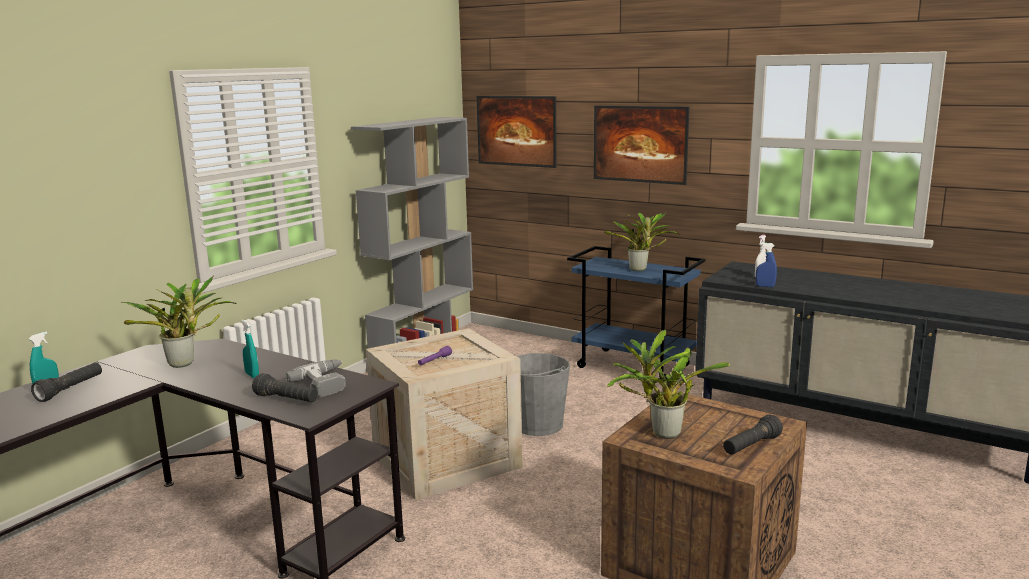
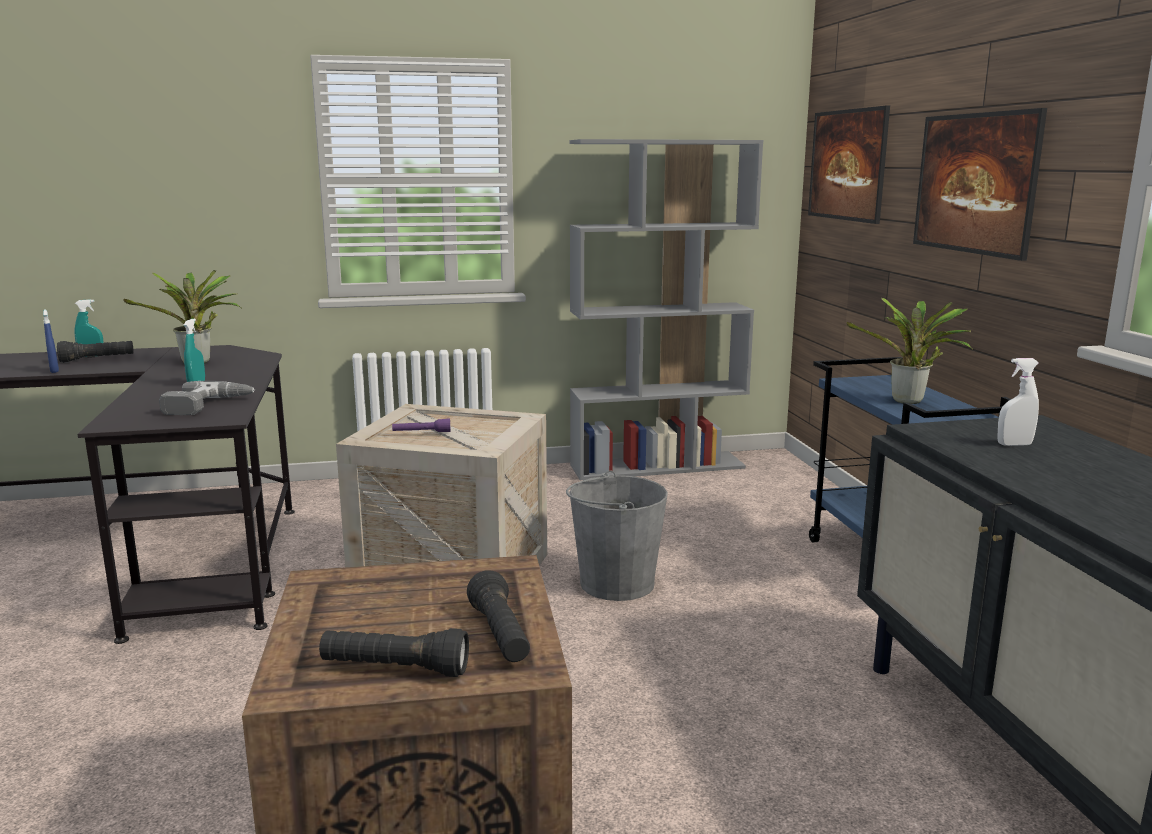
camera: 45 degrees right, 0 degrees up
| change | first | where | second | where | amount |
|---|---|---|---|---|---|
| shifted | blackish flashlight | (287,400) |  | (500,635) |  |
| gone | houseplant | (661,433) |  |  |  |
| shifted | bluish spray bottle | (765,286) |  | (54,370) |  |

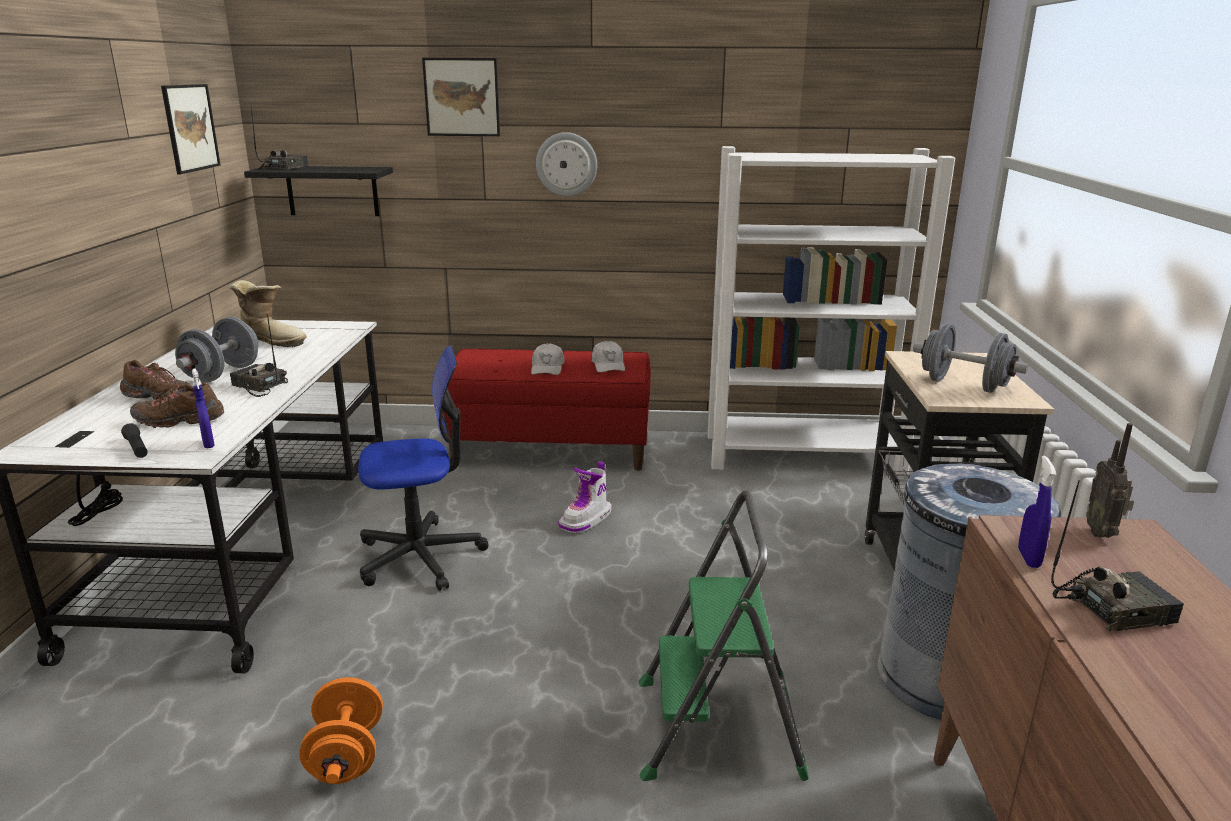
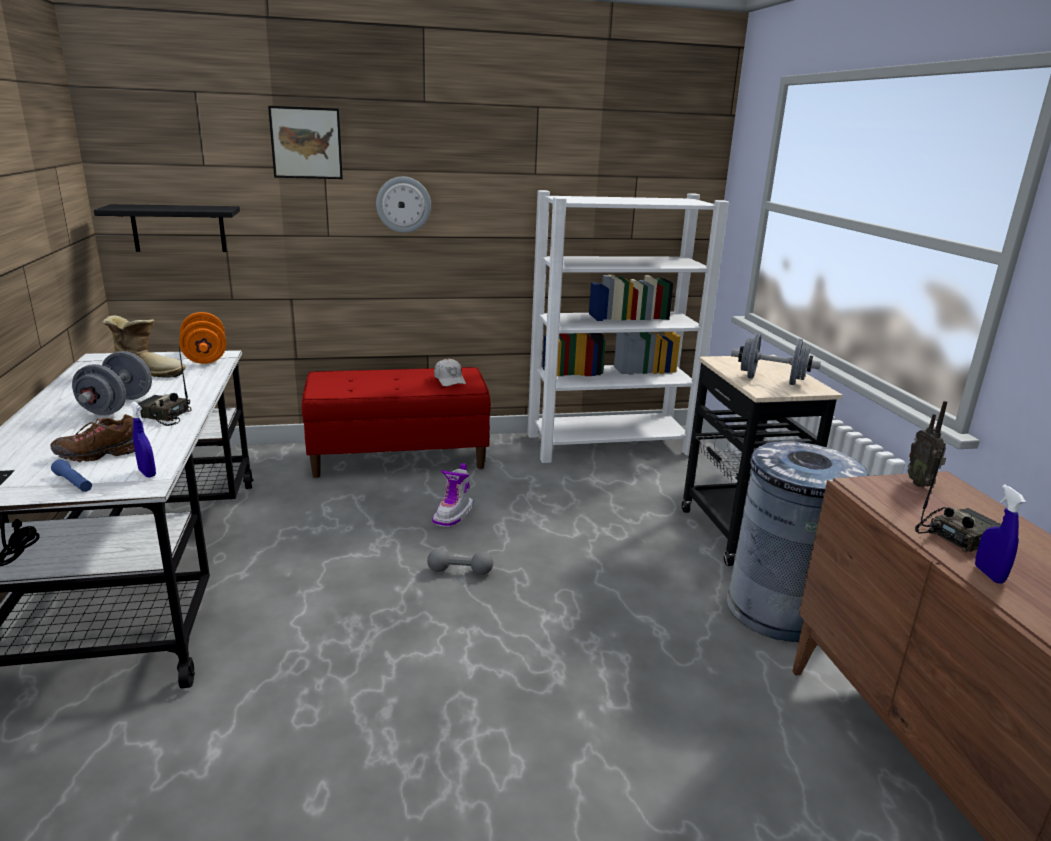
camera: 15 degrees left, 0 degrees up
| change | first | where | second | where | amount |
|---|---|---|---|---|---|
| gone | brown item of footwear | (159,397) |  |  |  |
| repainted | blackish flashlight | (137,448) | bluish flashlight | (73,483) |  |
| gone | wall art | (190,128) |  |  |  |
| gone | radio set | (283,168) |  |  |  |
| shifted | orangey free weight | (346,755) |  | (205,357) |  |
| gone | computer chair | (420,556) |  |  |  |
| gone | whitish peaked cap | (547,368) |  |  |  |
| gone | green stepladder | (726,728) |  |  |  |
| shifted | bluish spray bottle | (1028,558) |  | (988,574) |  |
| new |  |  | gray free weight | (460,571) |  |

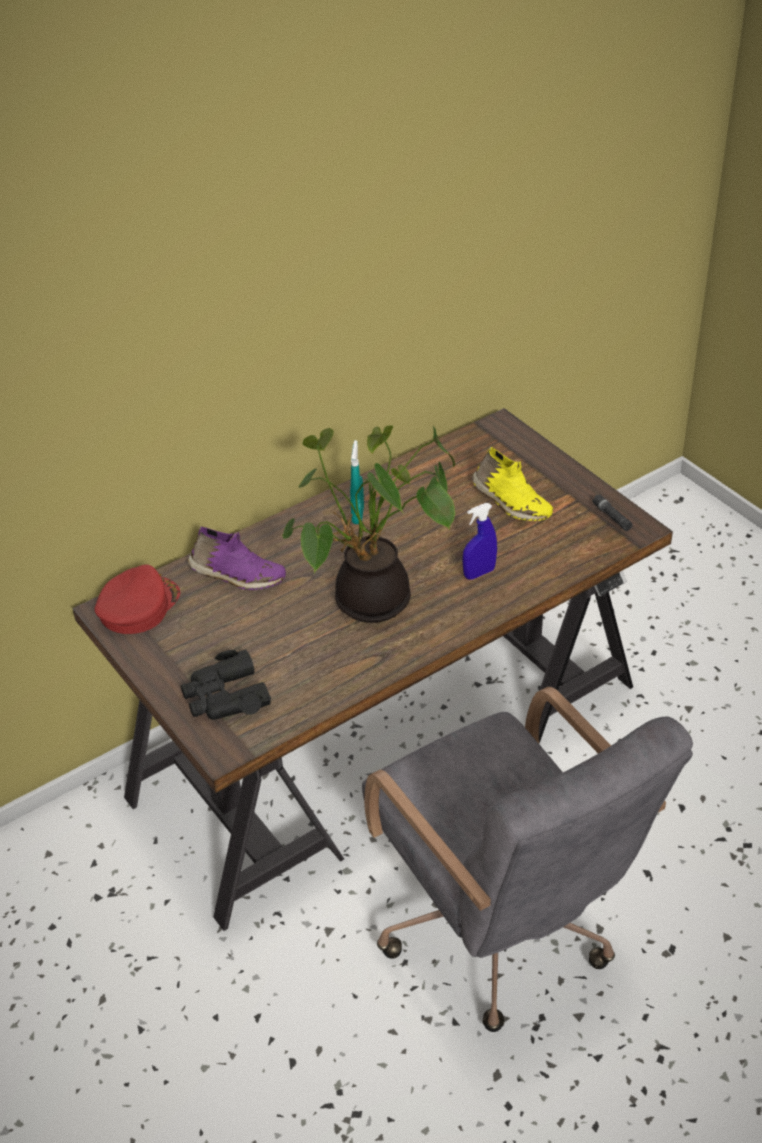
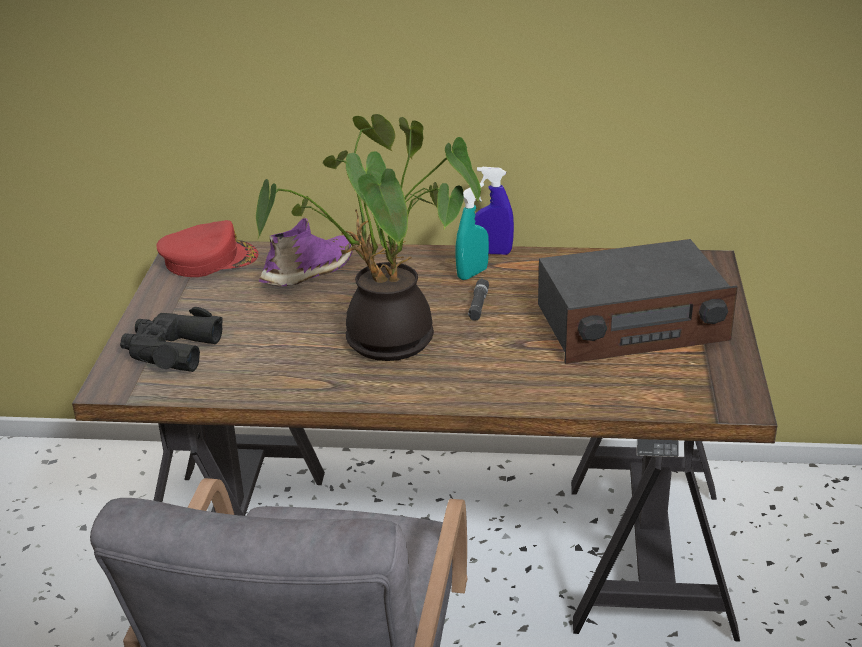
camera: 40 degrees right, 10 degrees down
| change | first | where | second | where | amount |
|---|---|---|---|---|---|
| rotated | purple-coloured item of footwear | (236,575) |  | (310,272) | 105 degrees counterclockwise |
| shifted | bluish spray bottle | (479,573) |  | (492,252) |  |
| swapped | yellow item of footwear | (510,502) | radio set | (631,324) |  |
| shifted | blackish flashlight | (611,516) |  | (478,304) |  |

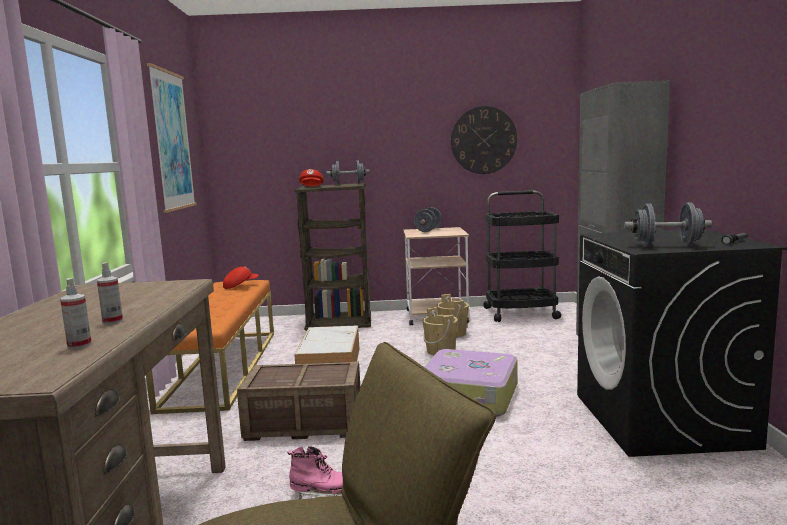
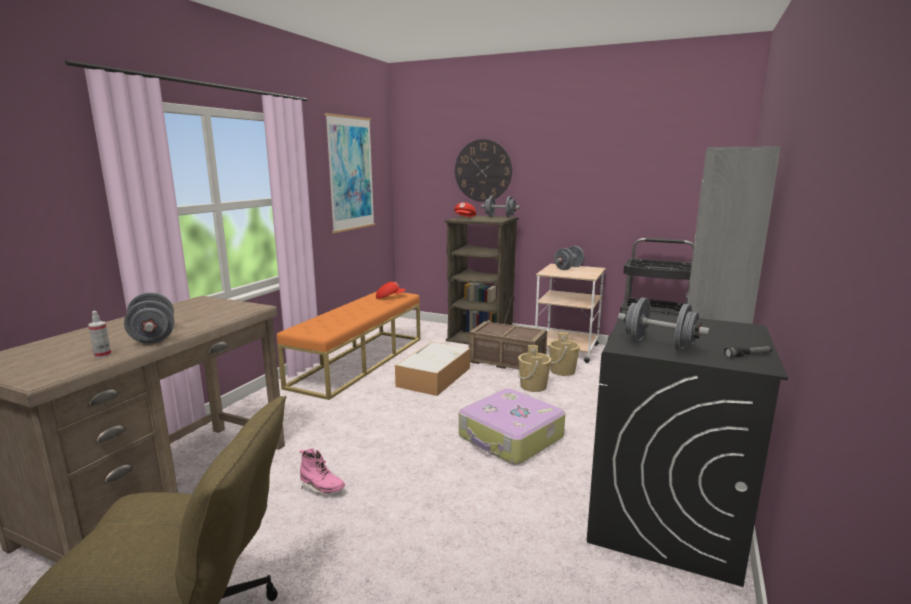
camera: 25 degrees right, 5 degrees up
| change | first | where | second | where | amount |
|---|---|---|---|---|---|
| swapped | spray bottle | (112,321) | gray free weight | (153,337) |  |
| shifted | crate | (305,423) |  | (508,361) |  |
| shifted | clock on the wall | (483,140) |  | (483,170) |  |

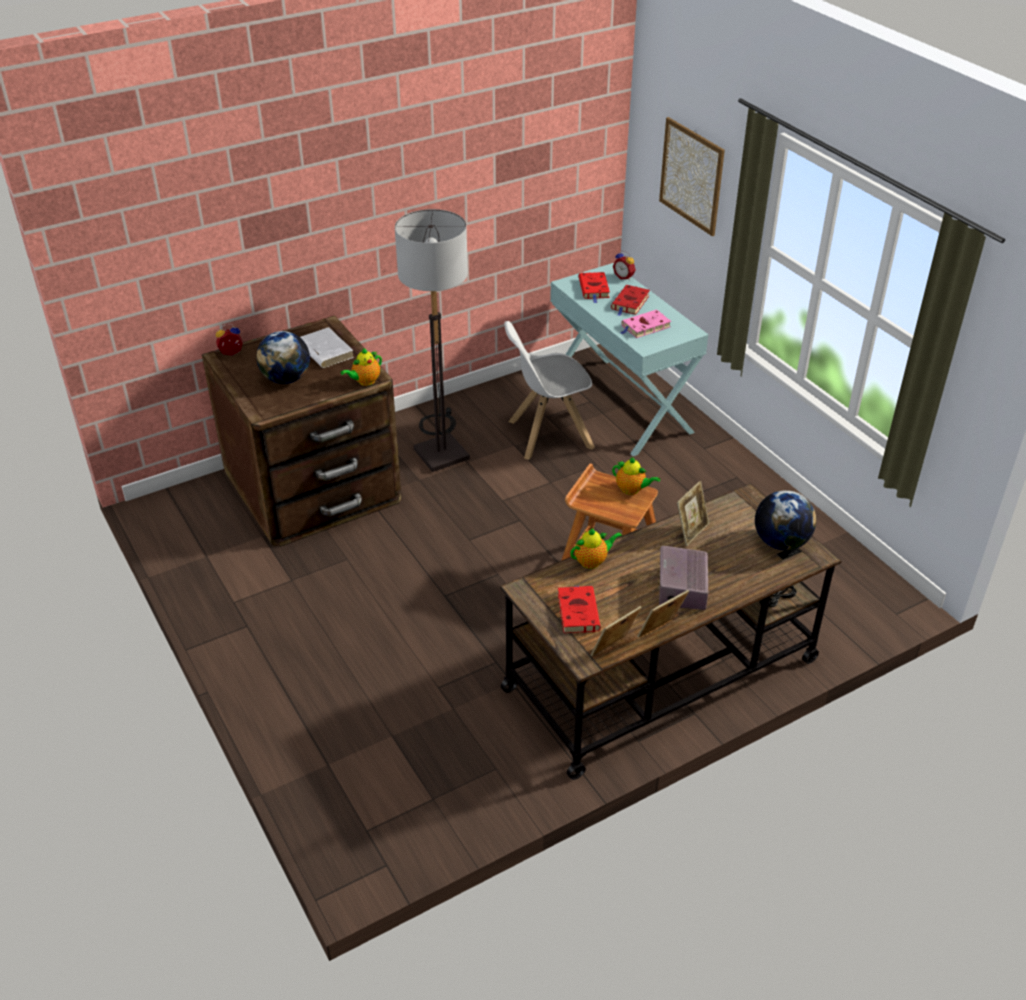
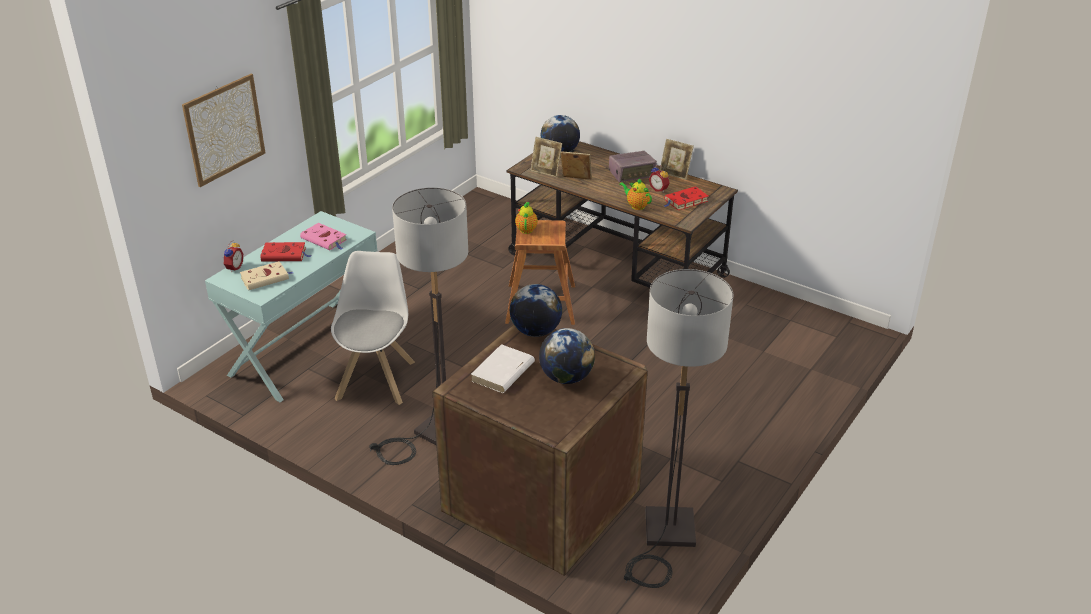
camera: 115 degrees left, 5 degrees down
| change | first | where | second | where | amount |
|---|---|---|---|---|---|
| shifted | alarm clock | (231,354) |  | (659,189) |  |
| swapped | tea pot | (365,381) | desk globe | (535,331) |  |
| rotated | chair | (547,435) |  | (376,378) | 135 degrees counterclockwise |
| repainted | reddish volume | (594,289) | sand-coloured volume | (266,278) |  |
| shifted | standing frame | (614,650) |  | (546,171) |  |
| new |  |  | floor lamp | (663,541) |  |

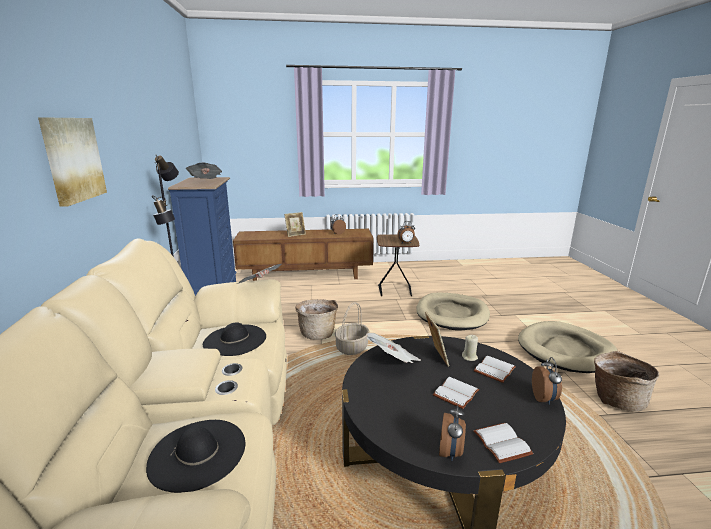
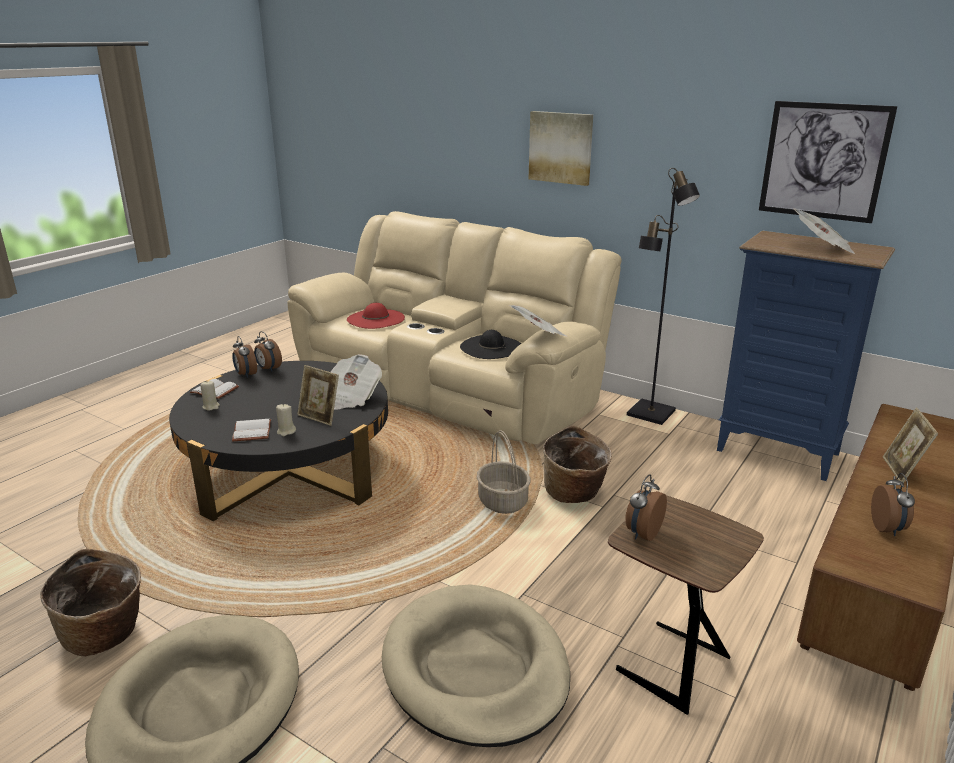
camera: 130 degrees right, 5 degrees up
| change | first | where | second | where | amount |
|---|---|---|---|---|---|
| repainted | blackish hat | (198,453) | reddish hat | (375,319) |  |
| gone | whitish volume | (456,394) |  |  |  |
| shifted | alarm clock | (544,399) |  | (268,369) |  |
| new |  |  | sand-coloured candle | (211,406) |  |
| new |  |  | wall art | (823,161) |  |

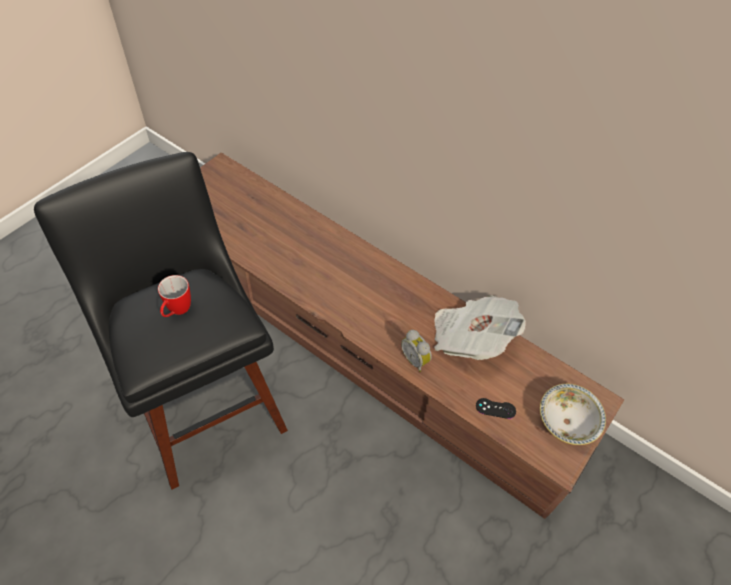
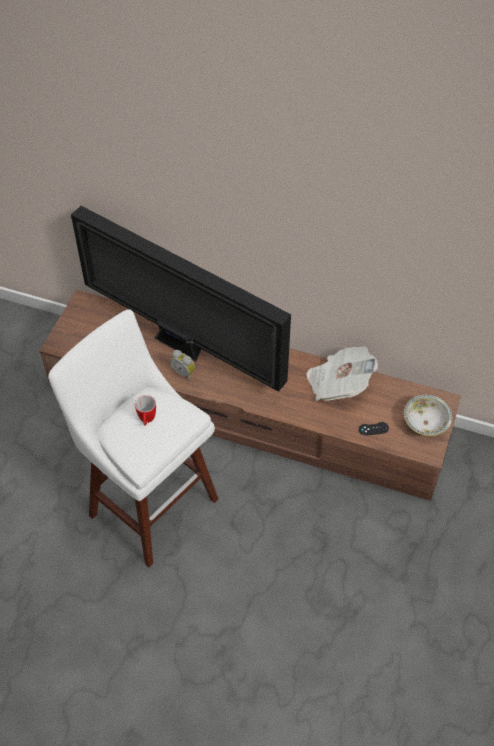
camera: 15 degrees left, 0 degrees up
| change | first | where | second | where | amount |
|---|---|---|---|---|---|
| repainted | blackish stool | (209,411) | whitish stool | (150,503) |  |
| shifted | alarm clock | (415,359) |  | (184,372) |  |
| new |  |  | TV set | (182,347) |  |

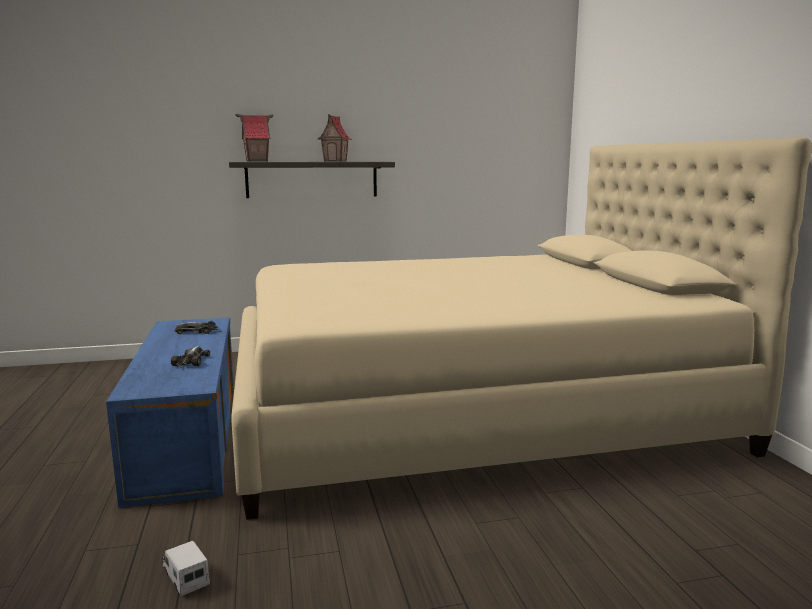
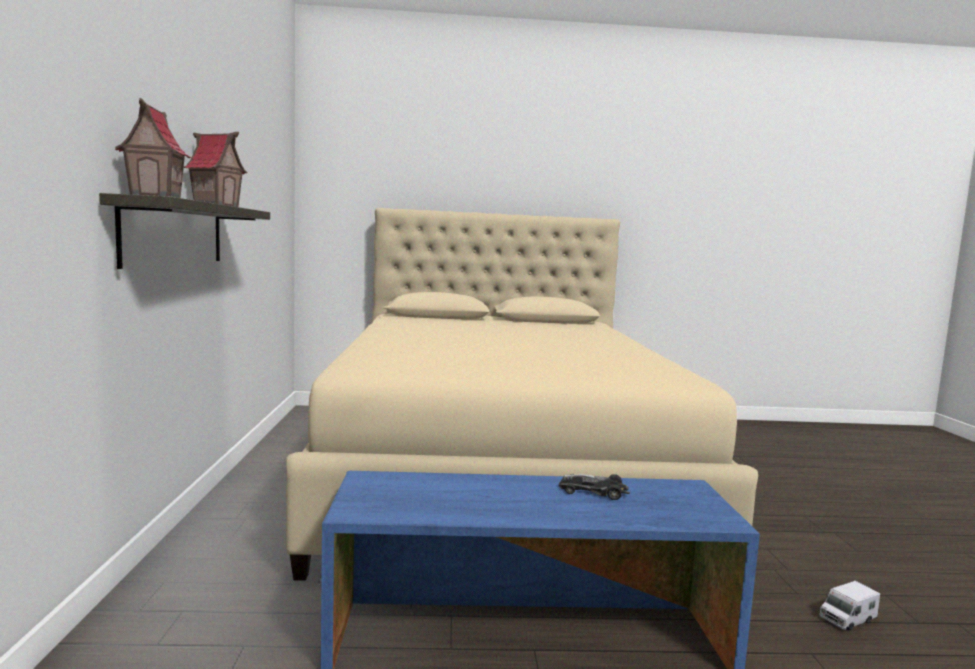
camera: 80 degrees left, 5 degrees down
| change | first | where | second | where | amount |
|---|---|---|---|---|---|
| gone | model car | (196,331) |  |  |  |

